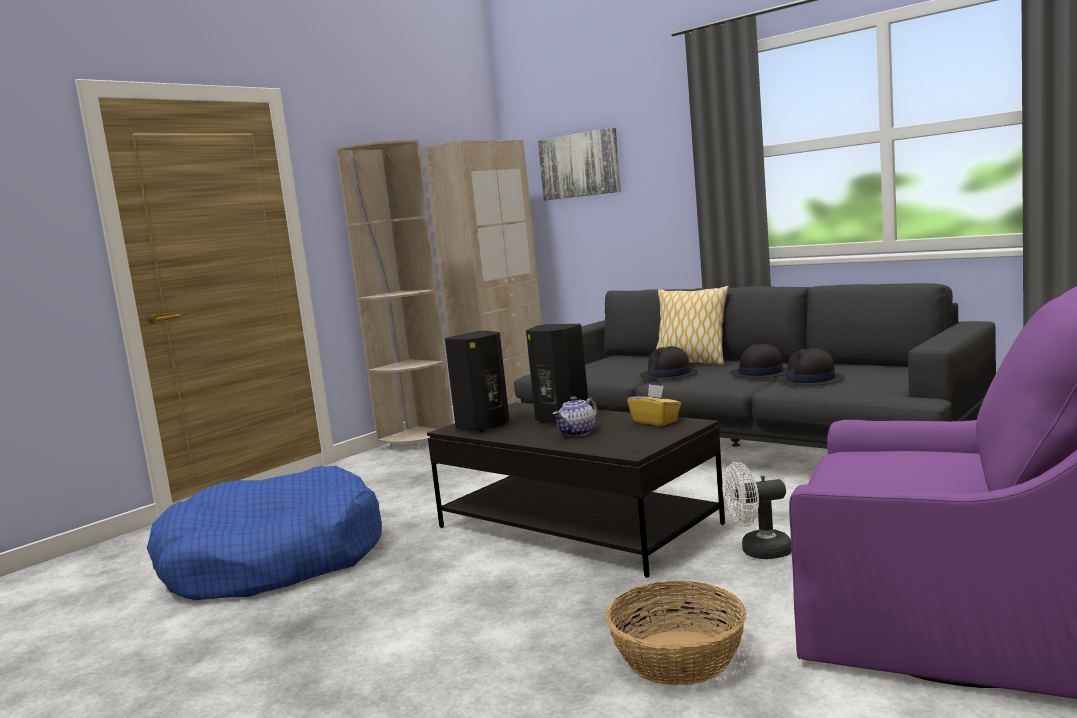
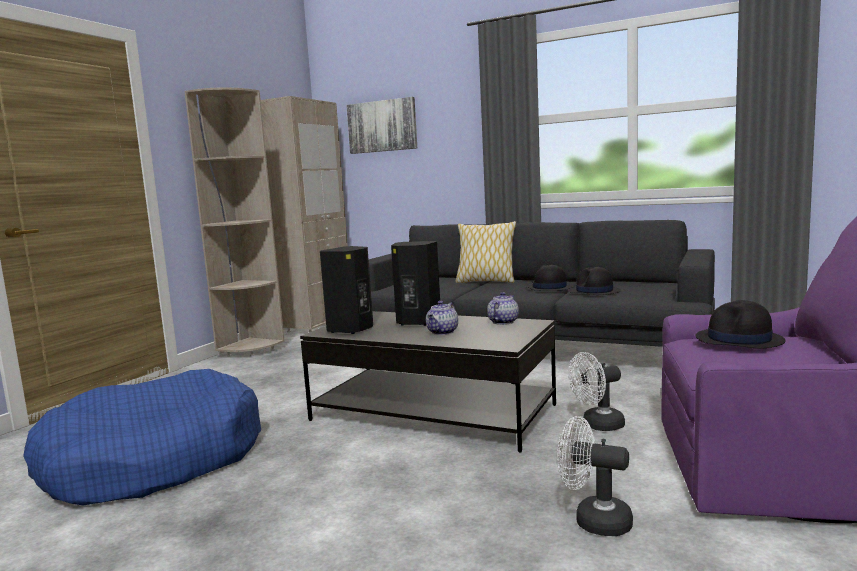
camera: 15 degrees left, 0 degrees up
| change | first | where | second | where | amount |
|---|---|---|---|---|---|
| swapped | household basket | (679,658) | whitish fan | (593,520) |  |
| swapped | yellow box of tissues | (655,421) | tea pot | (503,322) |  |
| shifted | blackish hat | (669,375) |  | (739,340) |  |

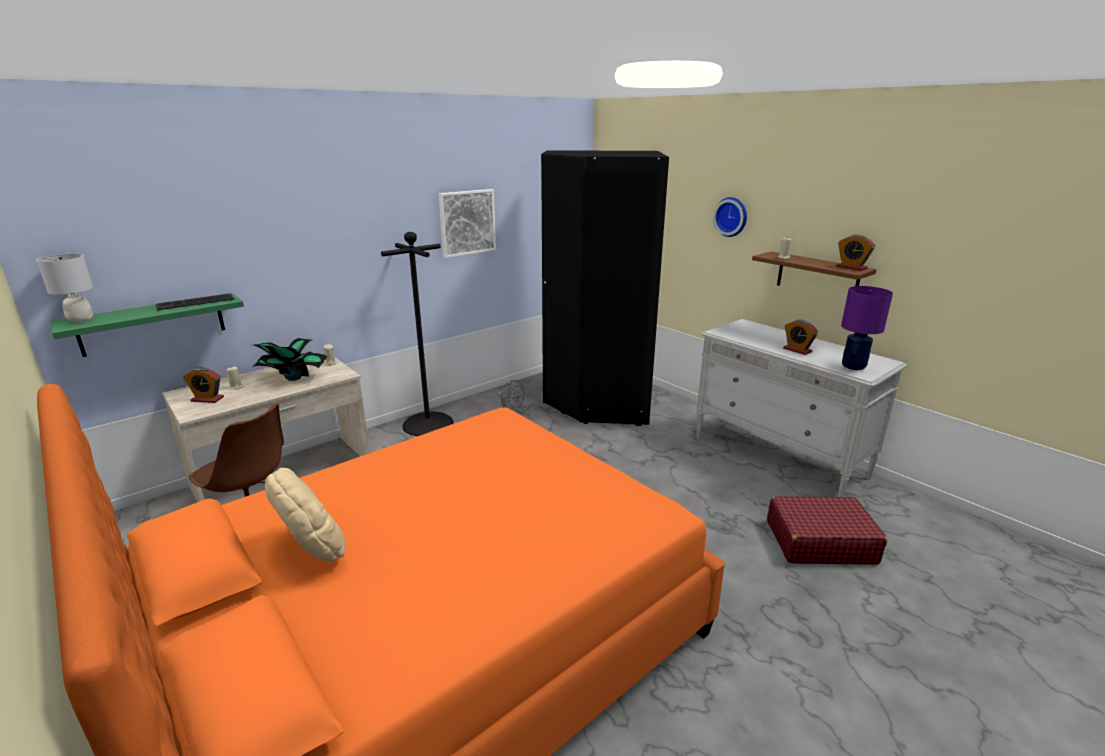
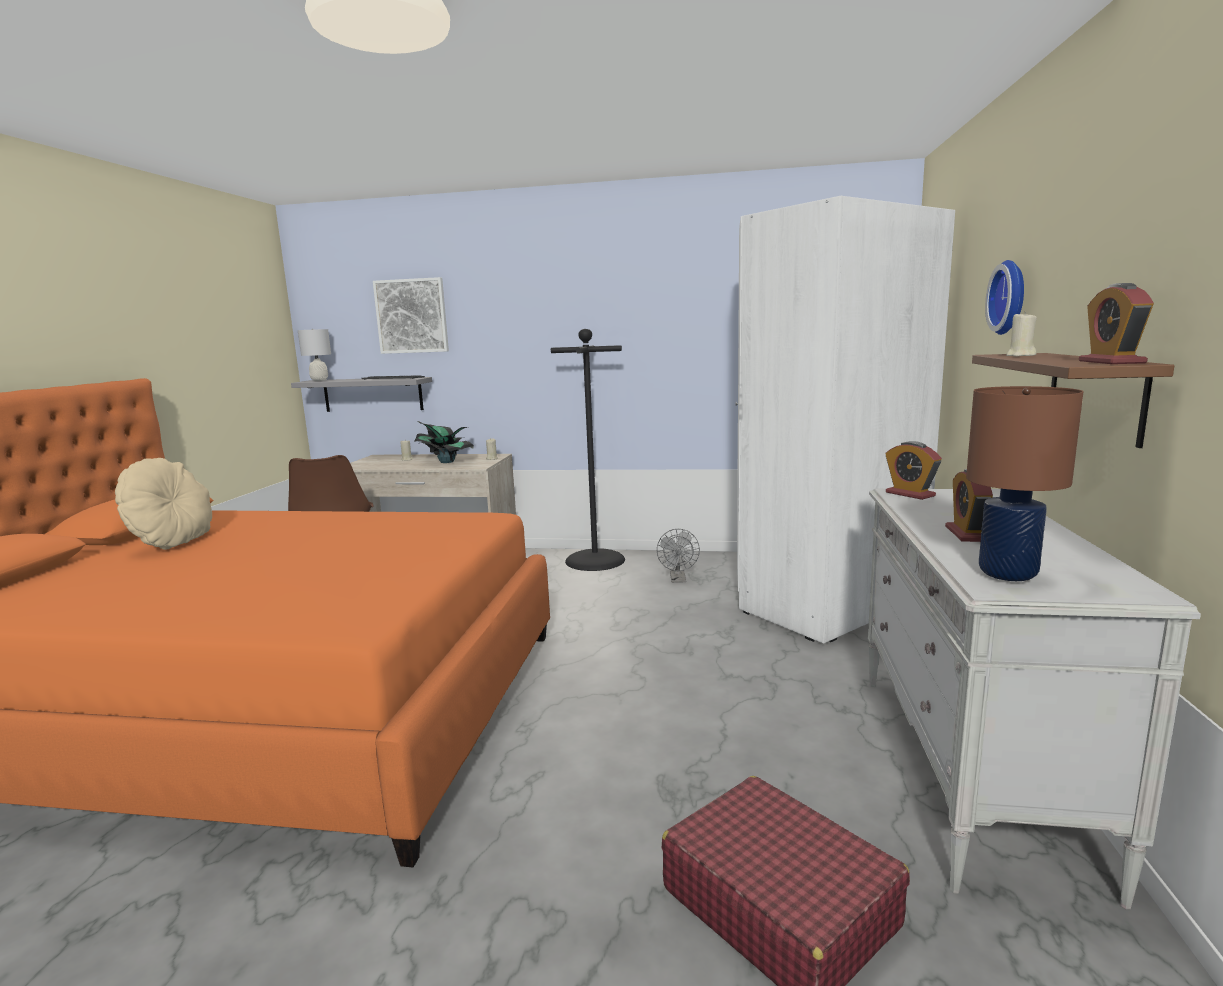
camera: 50 degrees right, 10 degrees down
| change | first | where | second | where | amount |
|---|---|---|---|---|---|
| repainted | green bracket shelf | (153,324) | gray bracket shelf | (373,394) |  |
| shifted | alarm clock | (207,399) |  | (910,494) |  |
| shifted | wall art | (467,222) |  | (412,316) |  |
| repainted | blackish clothes cupboard | (597,399) | whitish clothes cupboard | (814,596) |  |
| repainted | purple-coloured table lamp | (853,367) | brown table lamp | (1008,576) |  |

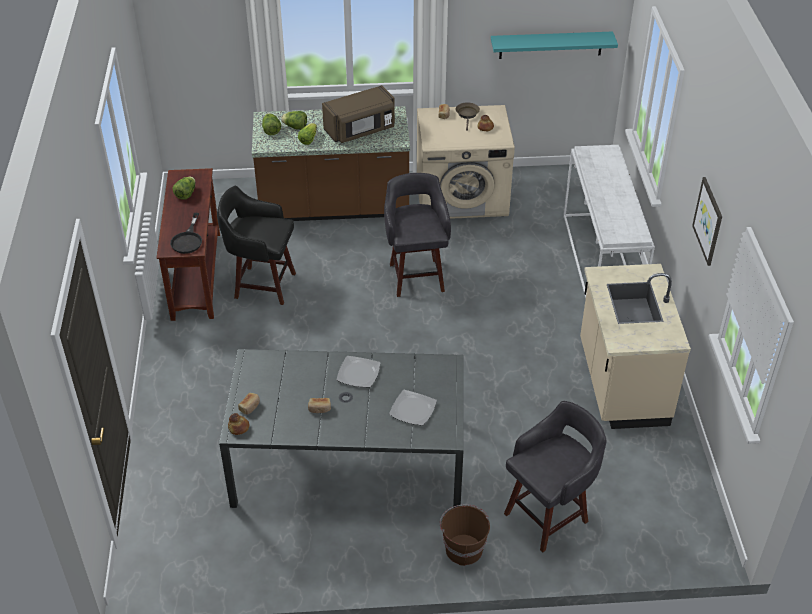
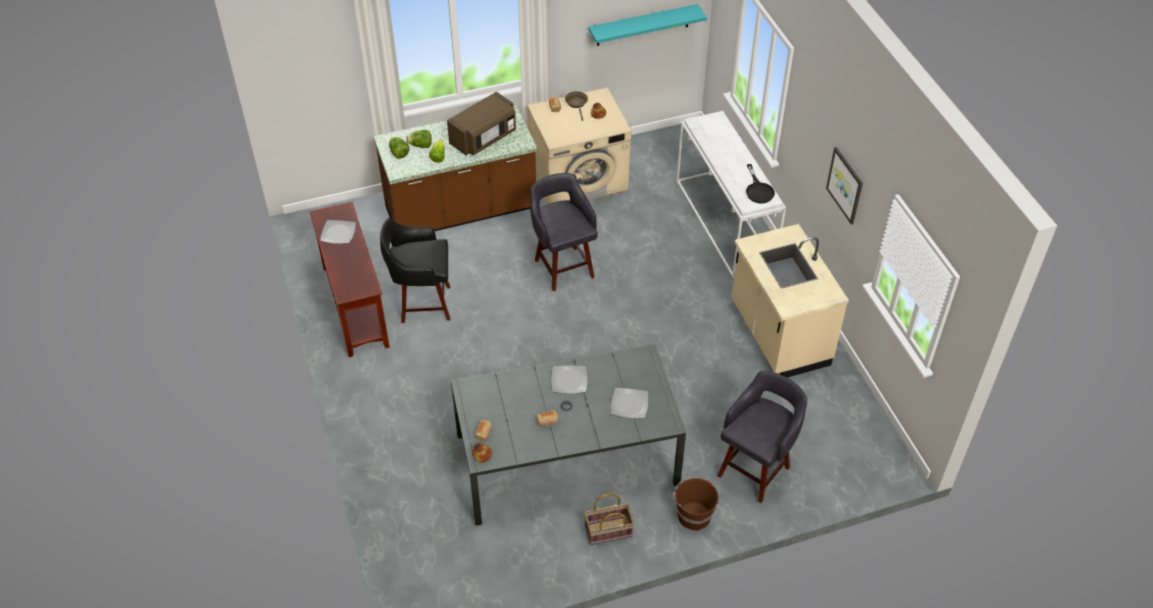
camera: 15 degrees left, 5 degrees up
| change | first | where | second | where | amount |
|---|---|---|---|---|---|
| shifted | blackish frying pan | (188,240) |  | (758,190) |  |
| swapped | lettuce head | (186,194) | dinner plate | (338,233) |  |
| new |  |  | household basket | (608,532) |  |

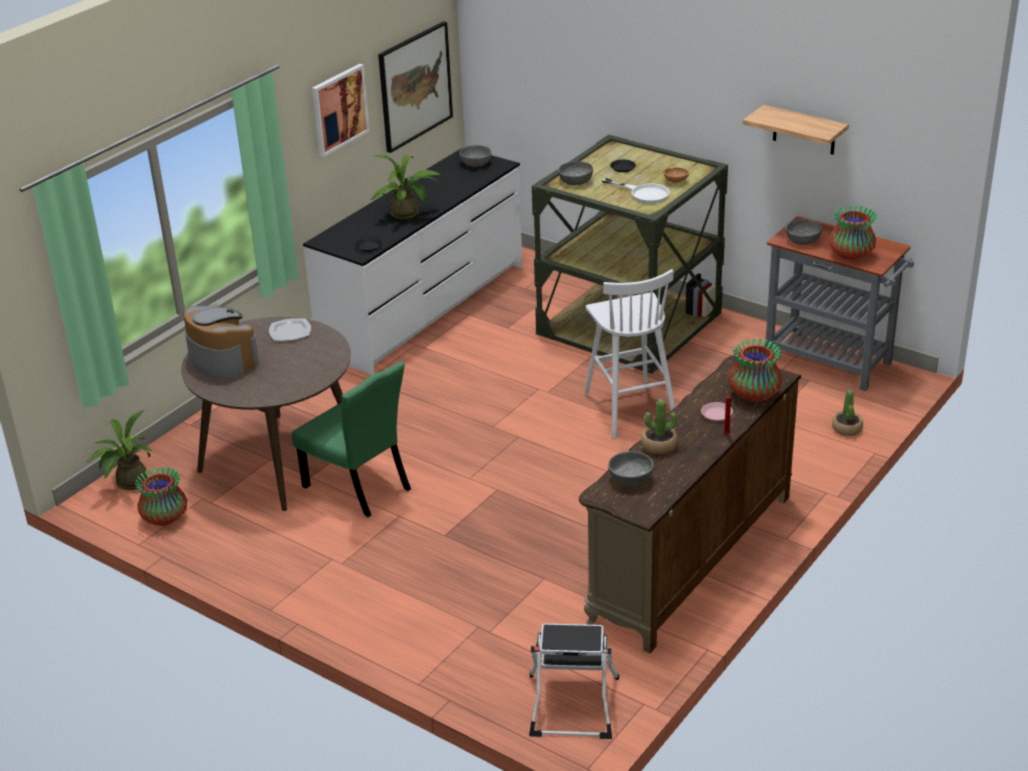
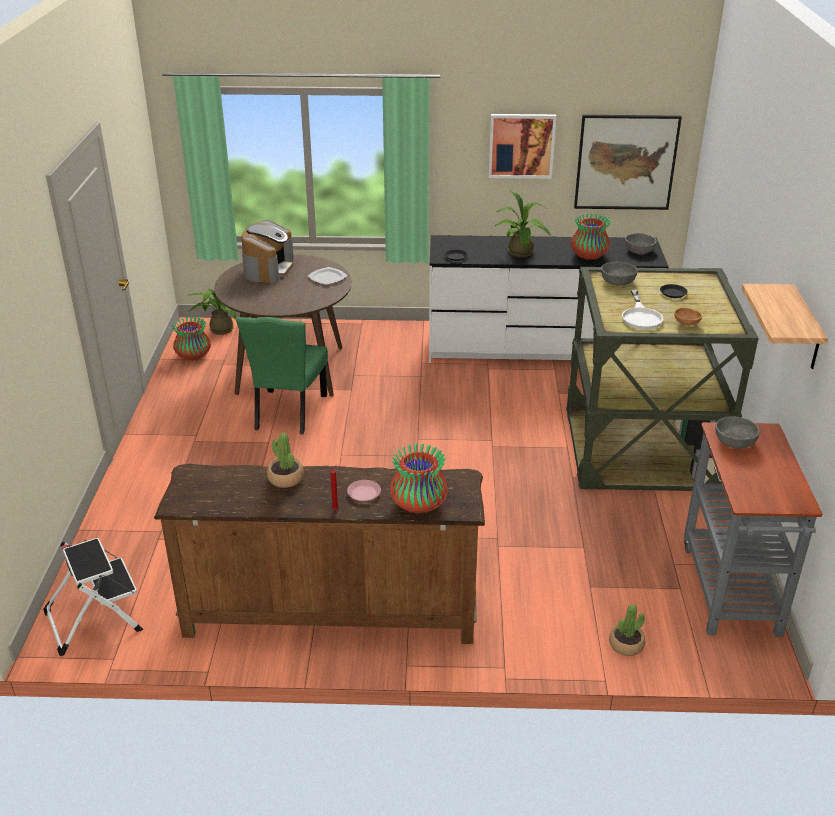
camera: 55 degrees right, 0 degrees up
| change | first | where | second | where | amount |
|---|---|---|---|---|---|
| gone | whitish stool | (629,408) |  |  |  |
| gone | gray deep dish | (630,478) |  |  |  |
| shifted | flower vase | (850,254) |  | (588,255) |  |

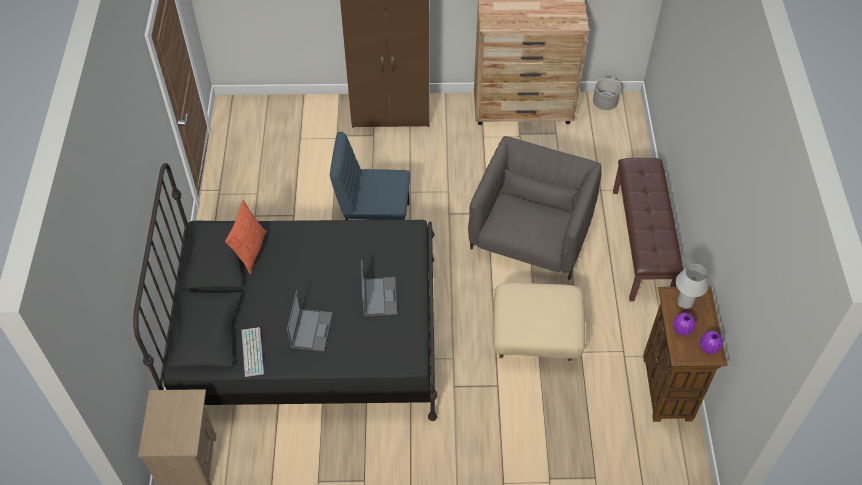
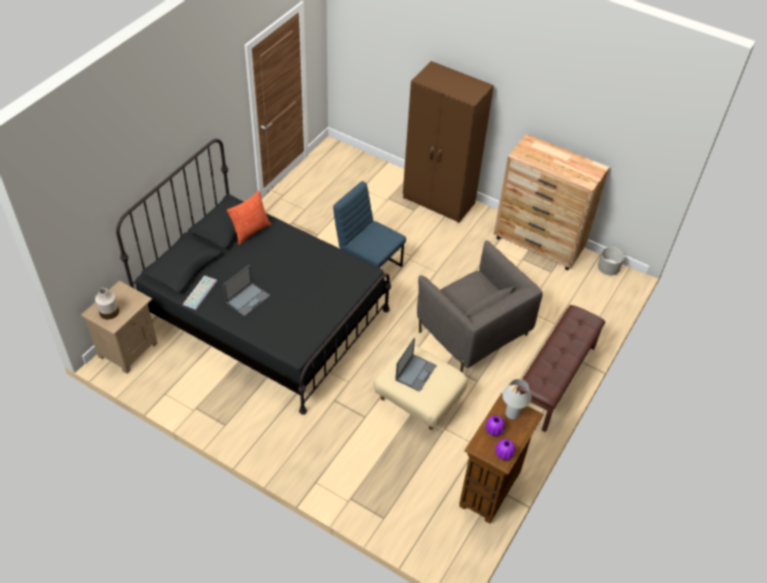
camera: 30 degrees right, 5 degrees down
| change | first | where | second | where | amount |
|---|---|---|---|---|---|
| shifted | portable computer | (379,296) |  | (416,372) |  |
| rotated | gray lounge chair | (530,237) |  | (472,332) | 90 degrees clockwise |
| new |  |  | sand-coloured flower vase | (109,311) |  |

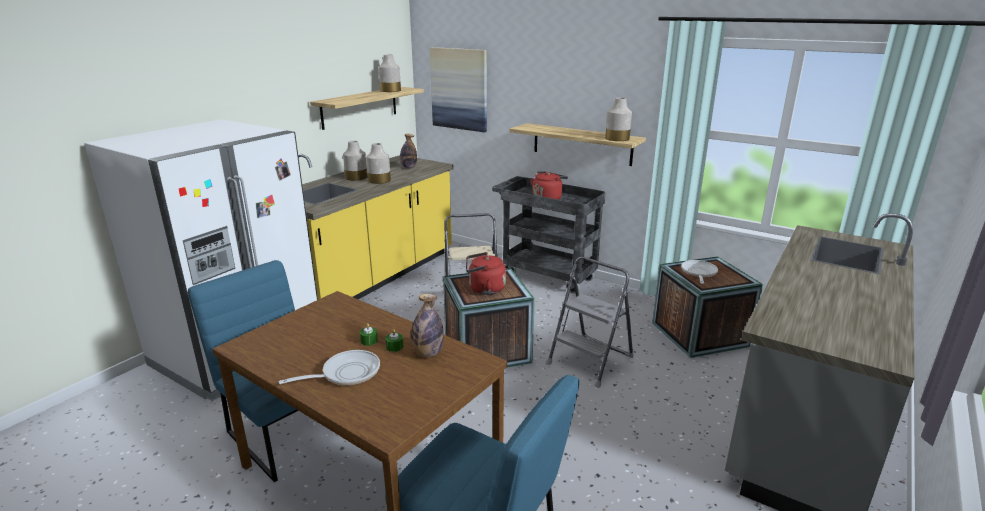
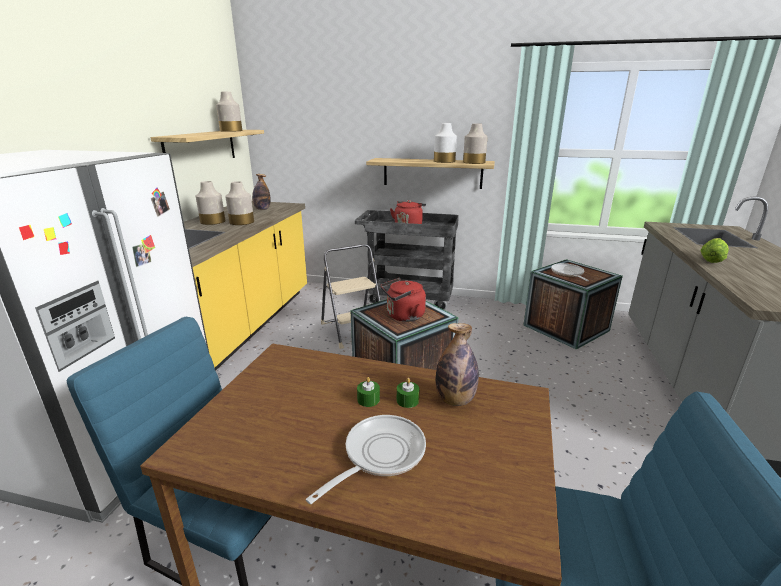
camera: 20 degrees left, 0 degrees up
| change | first | where | second | where | amount |
|---|---|---|---|---|---|
| gone | wall art | (459,89) |  |  |  |
| gone | gray stepladder | (592,359) |  |  |  |
| new |  |  | whitish flower vase | (444,161) |  |
| new |  |  | lettuce head | (711,260) |  |

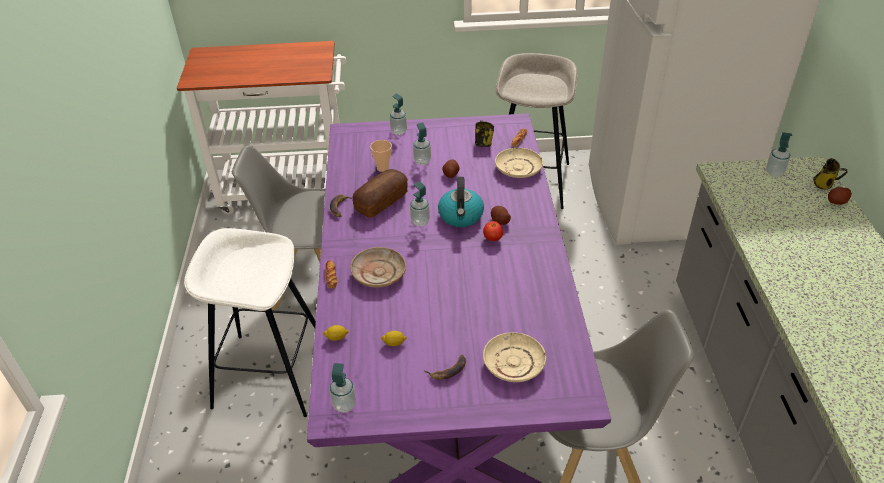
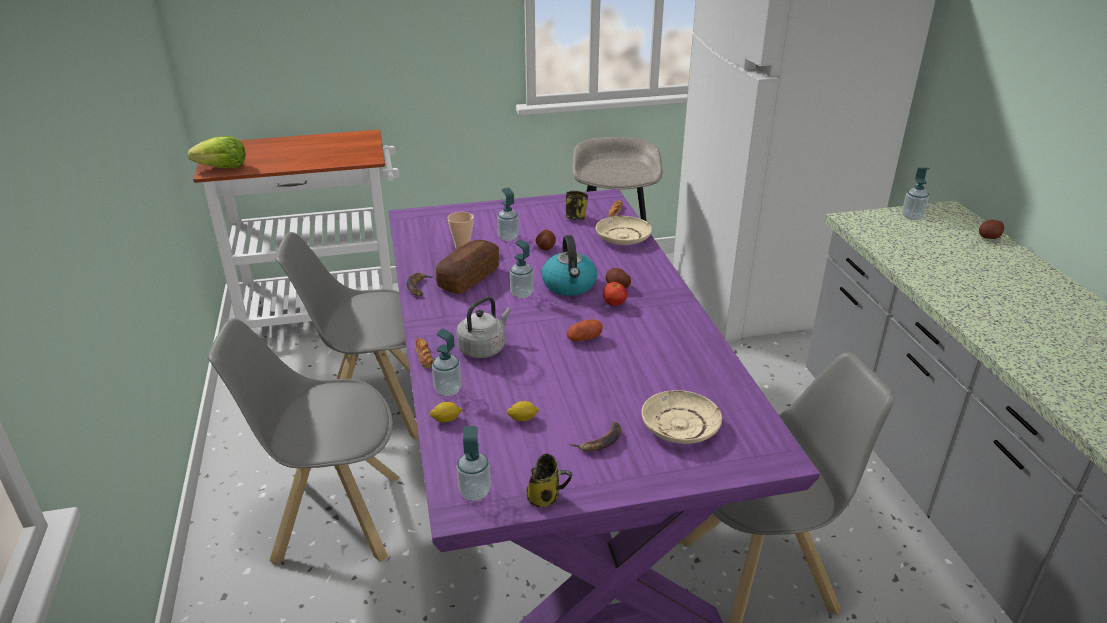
camera: 10 degrees left, 10 degrees down
| change | first | where | second | where | amount |
|---|---|---|---|---|---|
| swapped | whitish stool | (270,374) | gray chair | (333,517) |  |
| swapped | sand-coloured dinner plate | (378,273) | gray kettle | (483,348) |  |
| shifted | soap dispenser | (399,131) |  | (448,390) |  |
| shifted | coffee mug | (824,184) |  | (545,497) |  |
| new |  |  | lettuce head | (223,168) |  |
| new |  |  | spud | (584,339) |  |

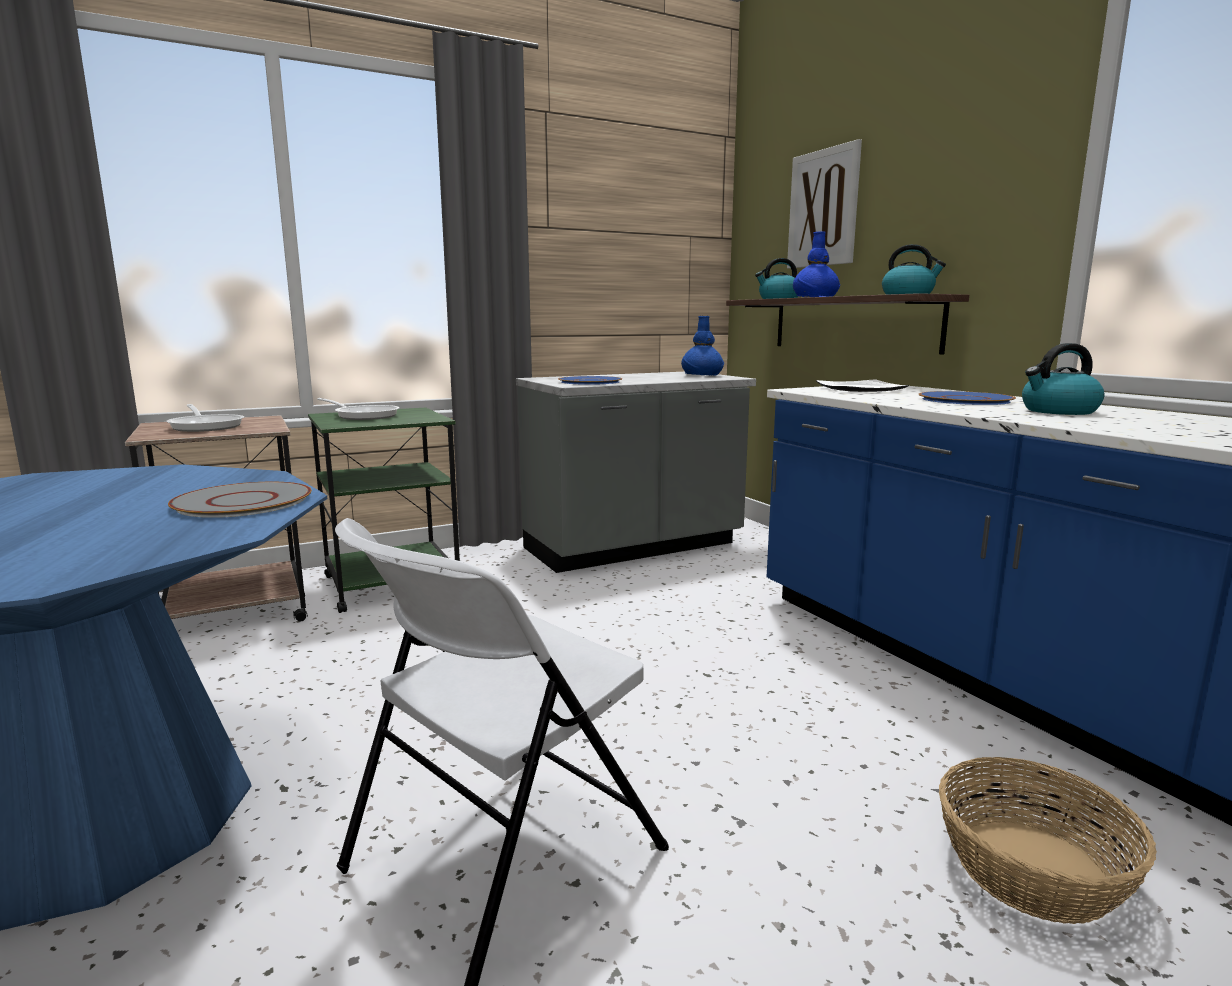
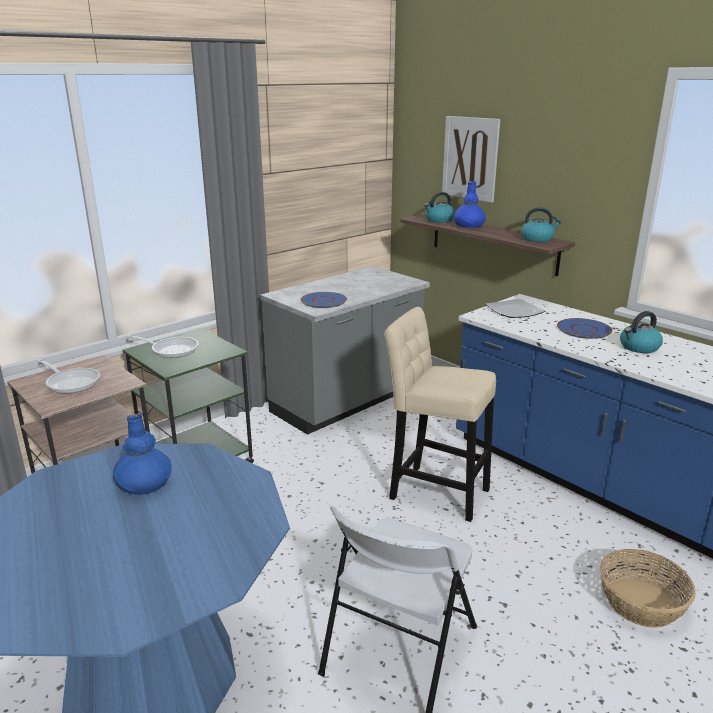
camera: 15 degrees left, 10 degrees up
| change | first | where | second | where | amount |
|---|---|---|---|---|---|
| gone | gray dinner plate | (243,502) |  |  |  |
| shifted | bluish flower vase | (702,375) |  | (144,483) |  |
| new |  |  | sand-coloured stool | (434,491) |  |

